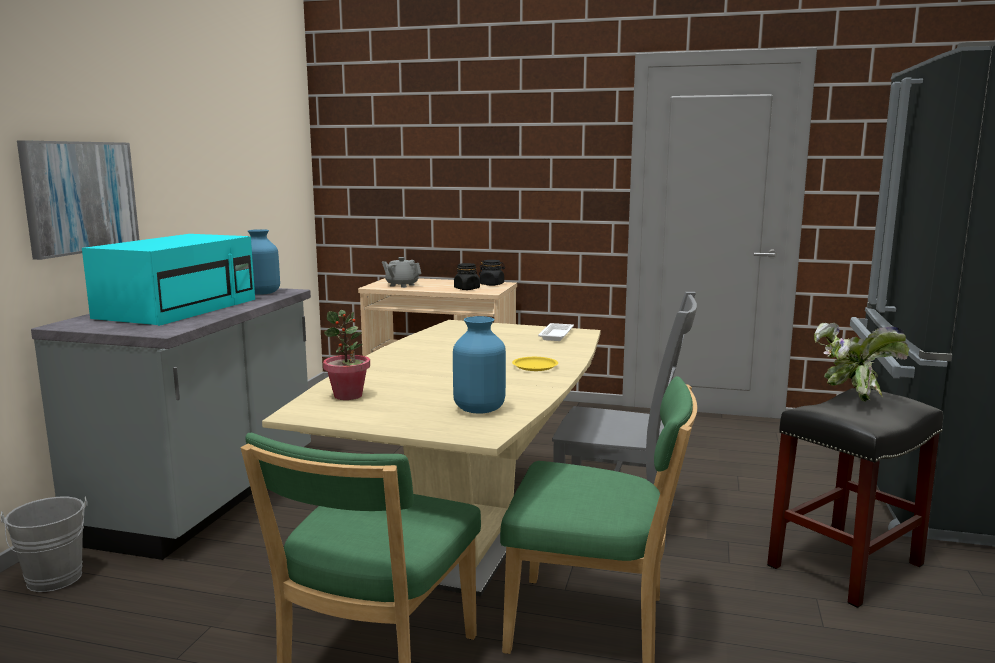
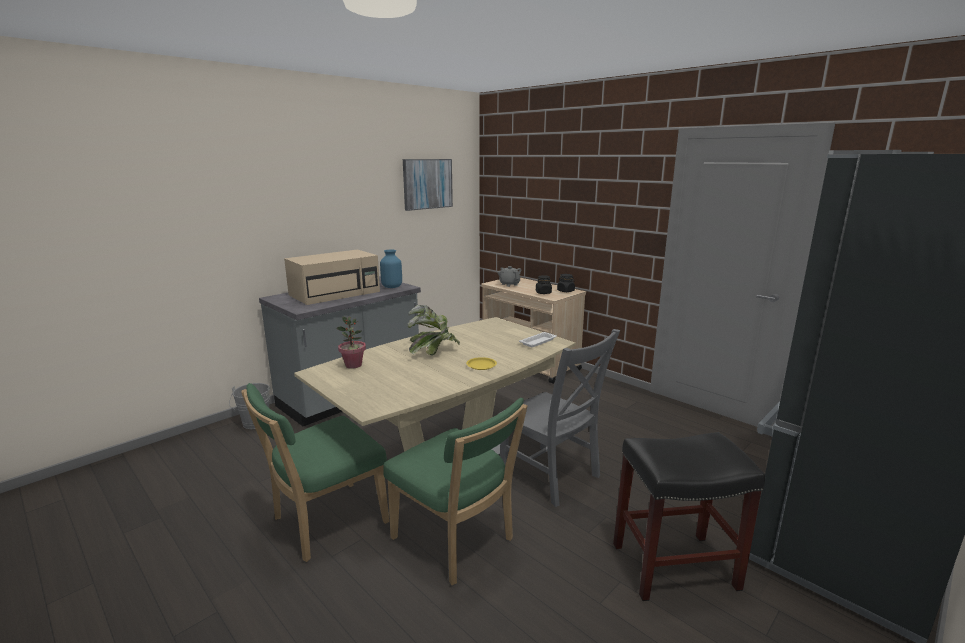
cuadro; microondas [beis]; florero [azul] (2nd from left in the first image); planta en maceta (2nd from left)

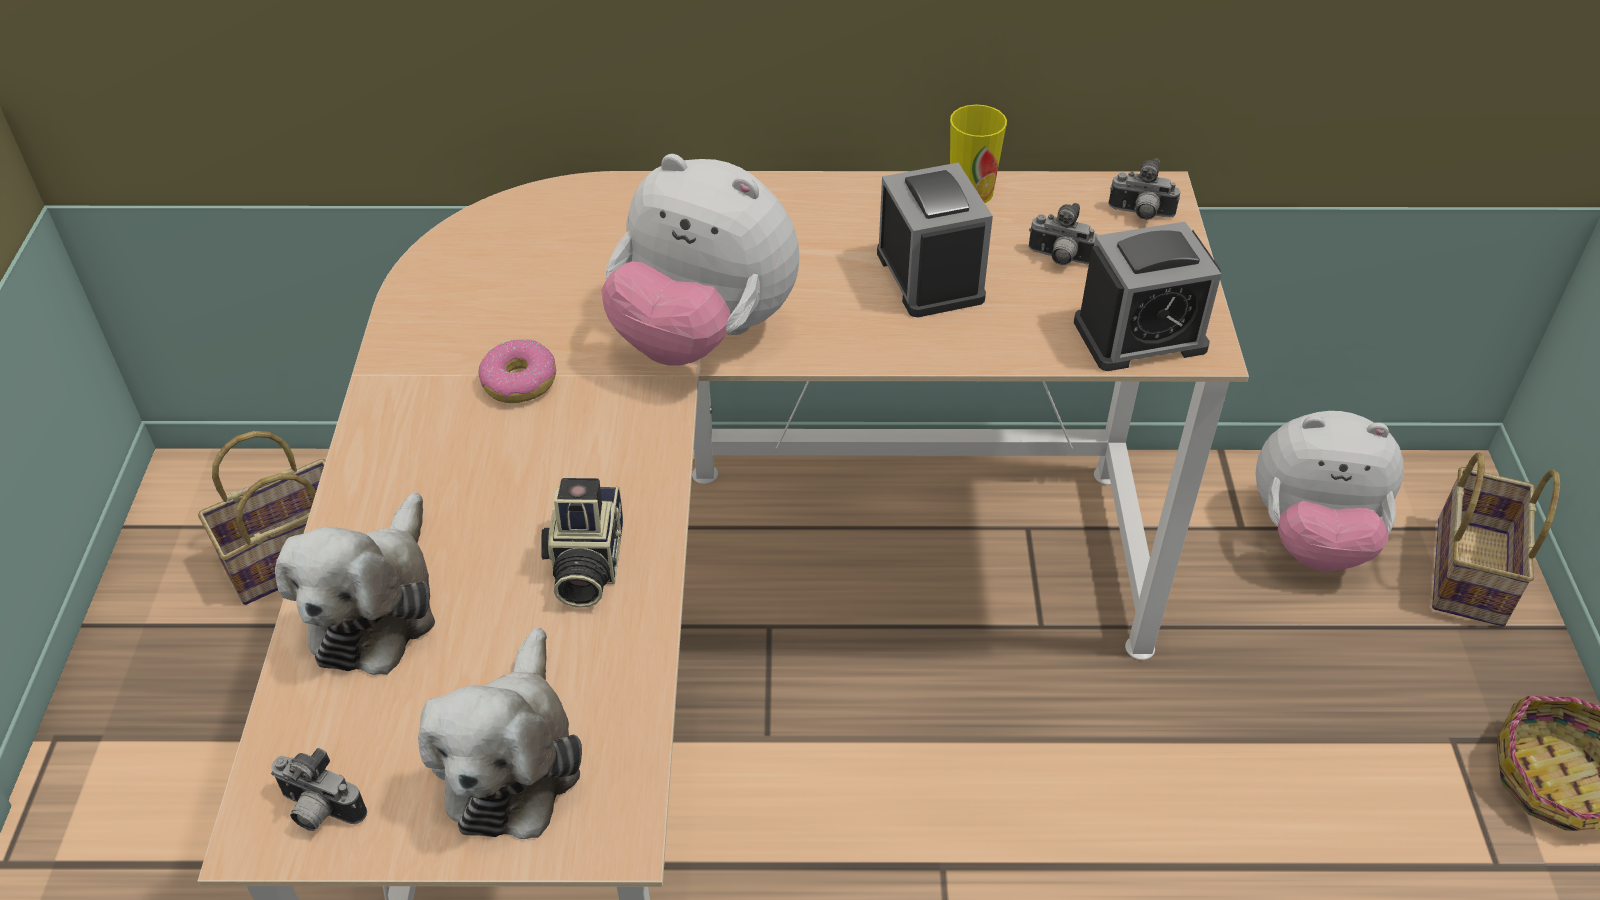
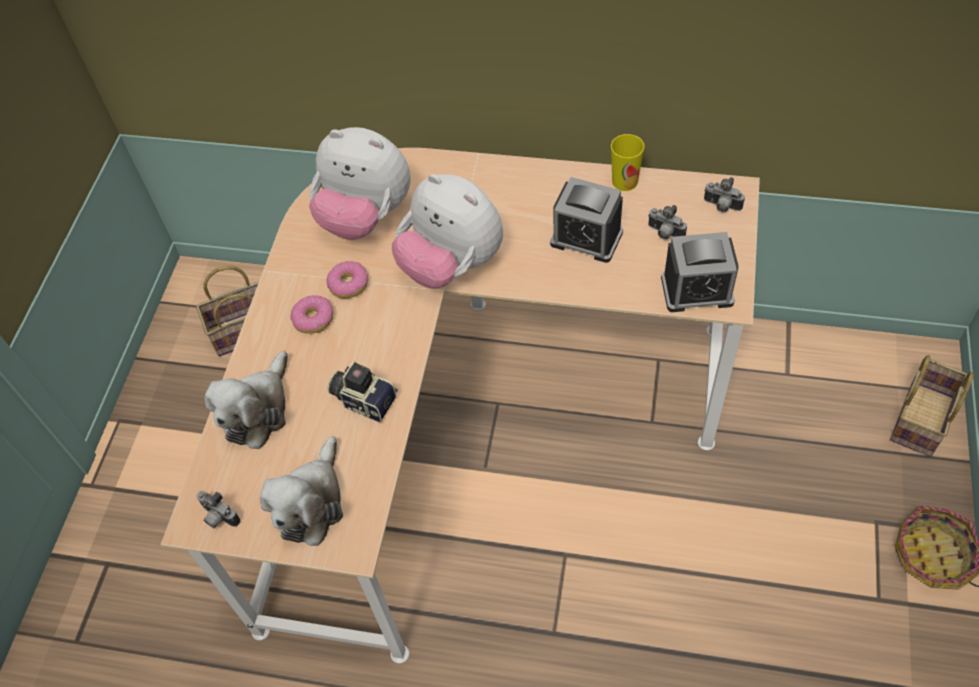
despertador (1st from left); peluche (3rd from left); cámara (2nd from left); rosquilla (1st from left)

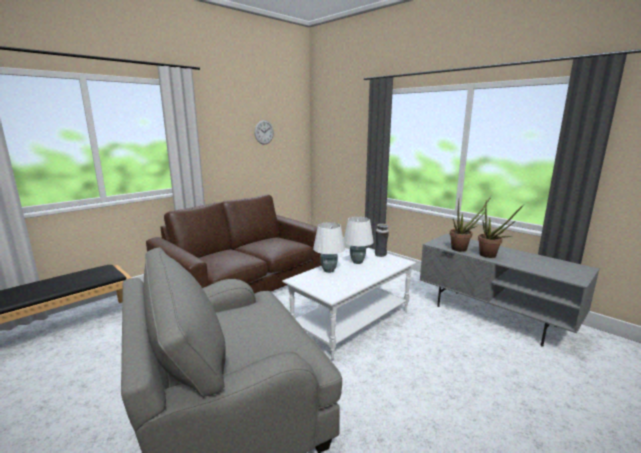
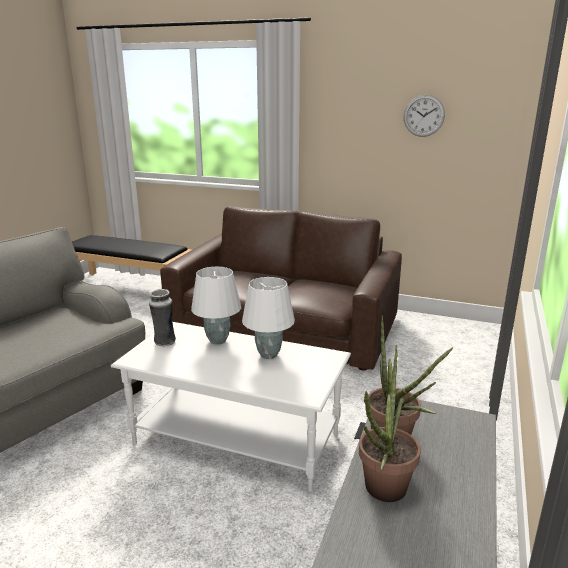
florero

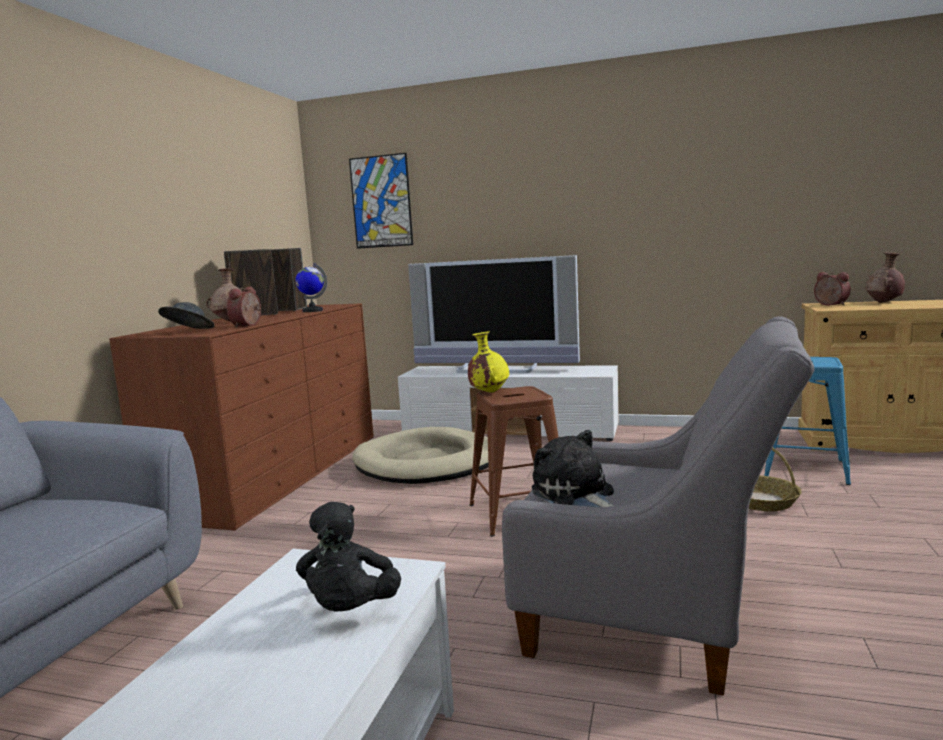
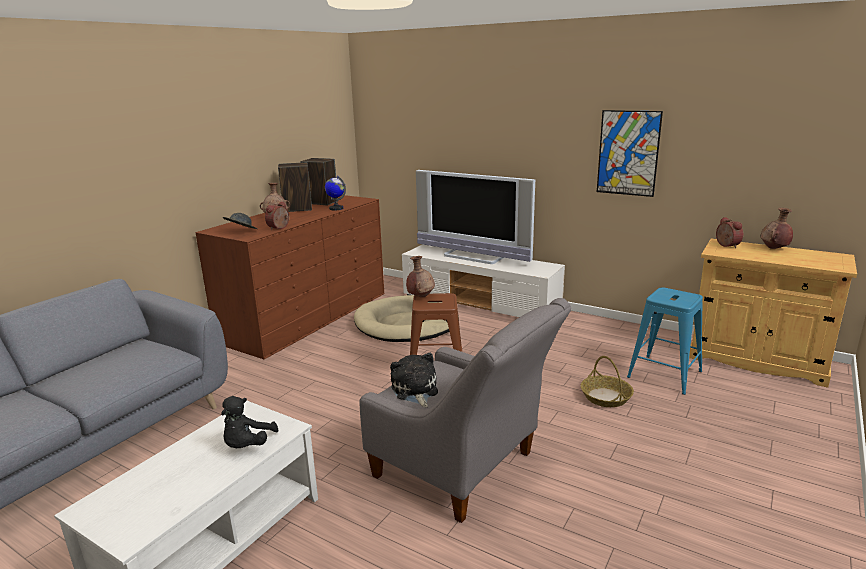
cuadro; florero [marrón] (2nd from left)

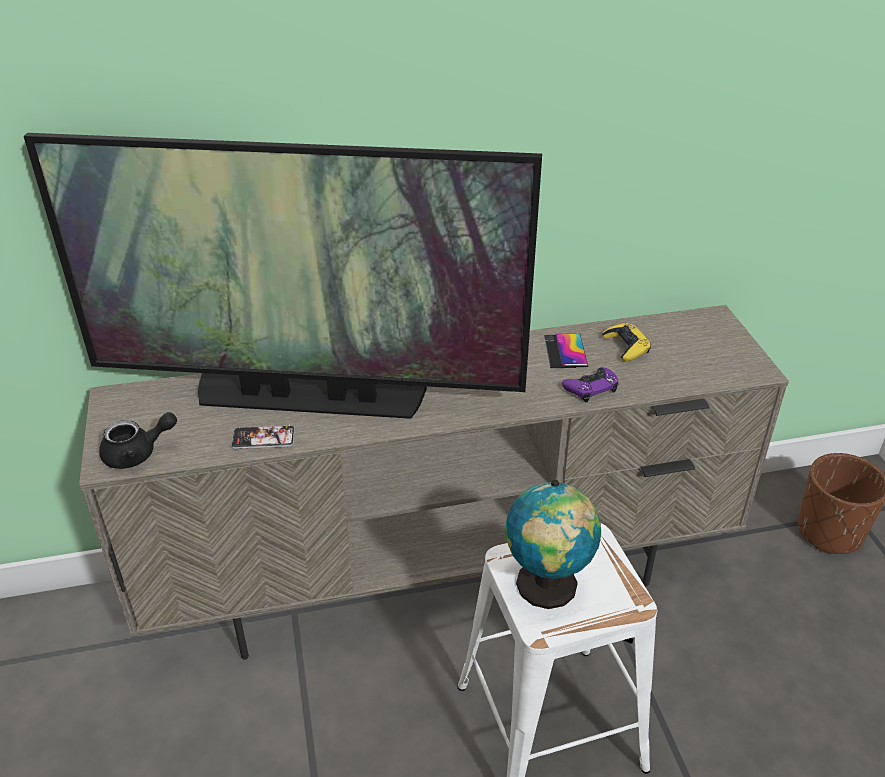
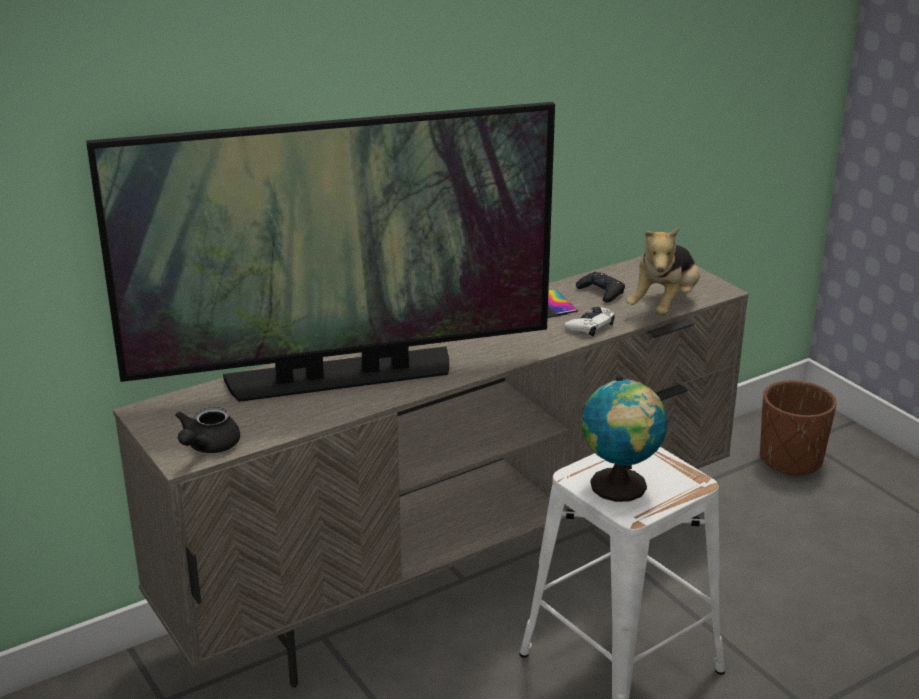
mando de consola [negro]; mando de consola [blanco]; tetera [negro]; móvil (1st from left in the first image); peluche

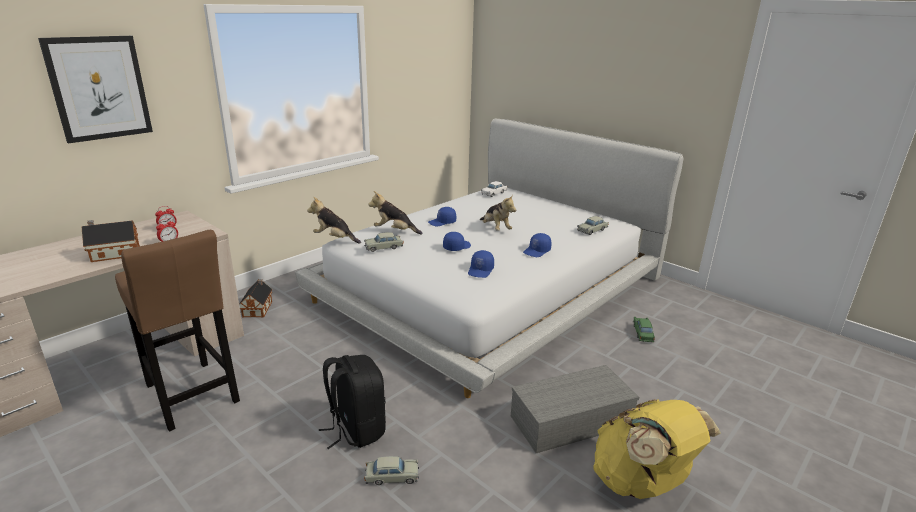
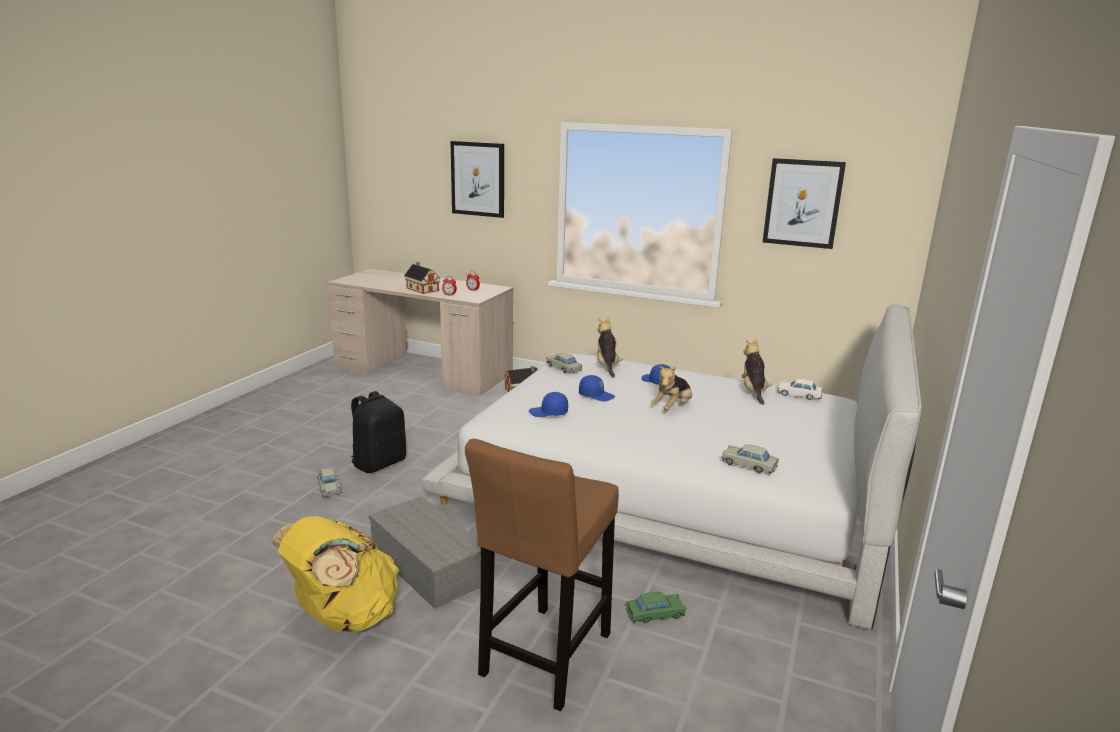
peluche (3rd from left); taburete [marrón]; gorra [azul] (4th from left in the first image); cuadro (2nd from left)

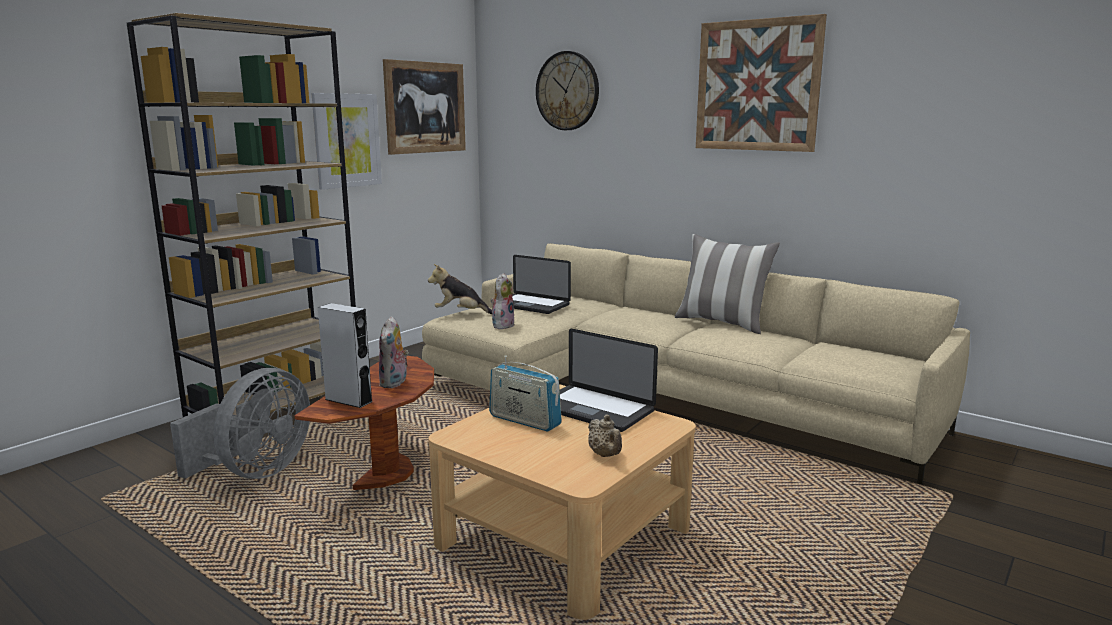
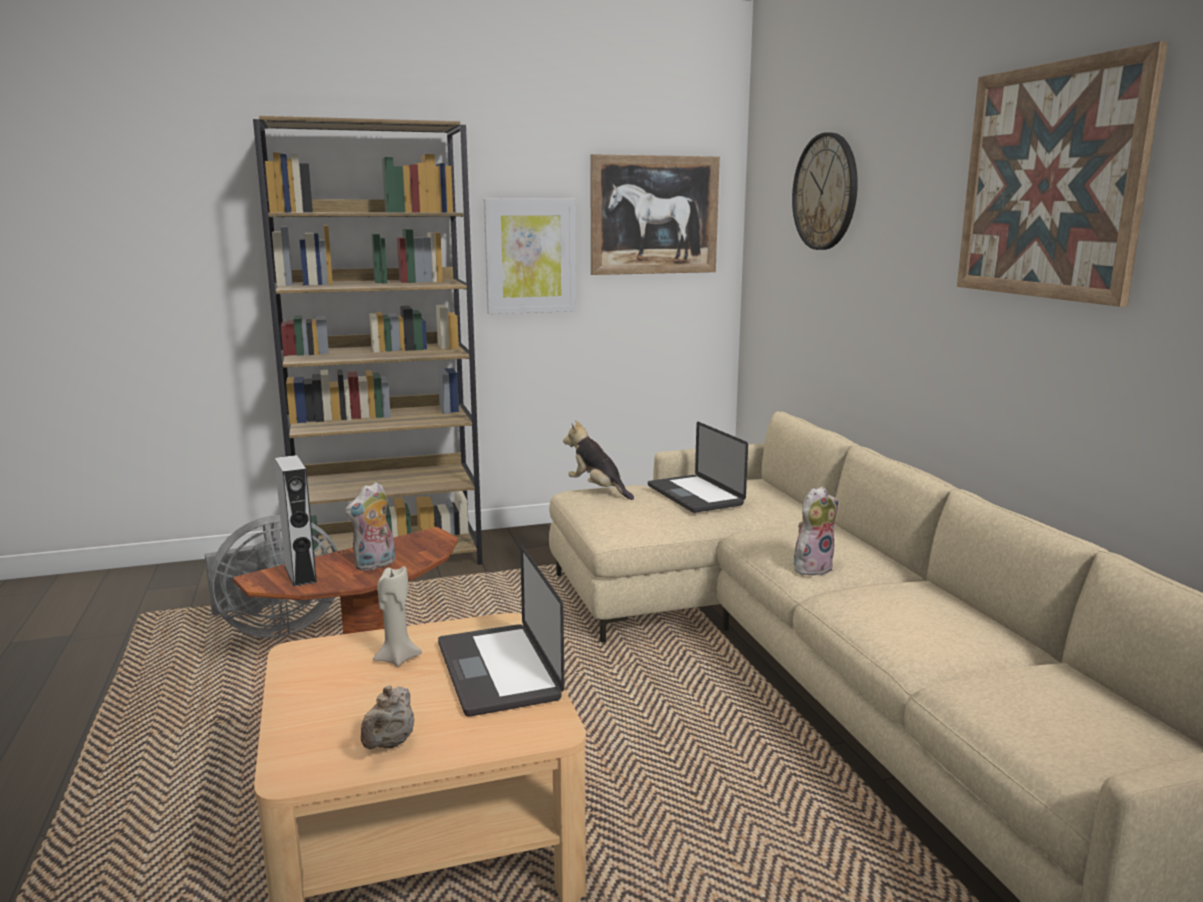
cojín; peluche (3rd from left); vela [beis]

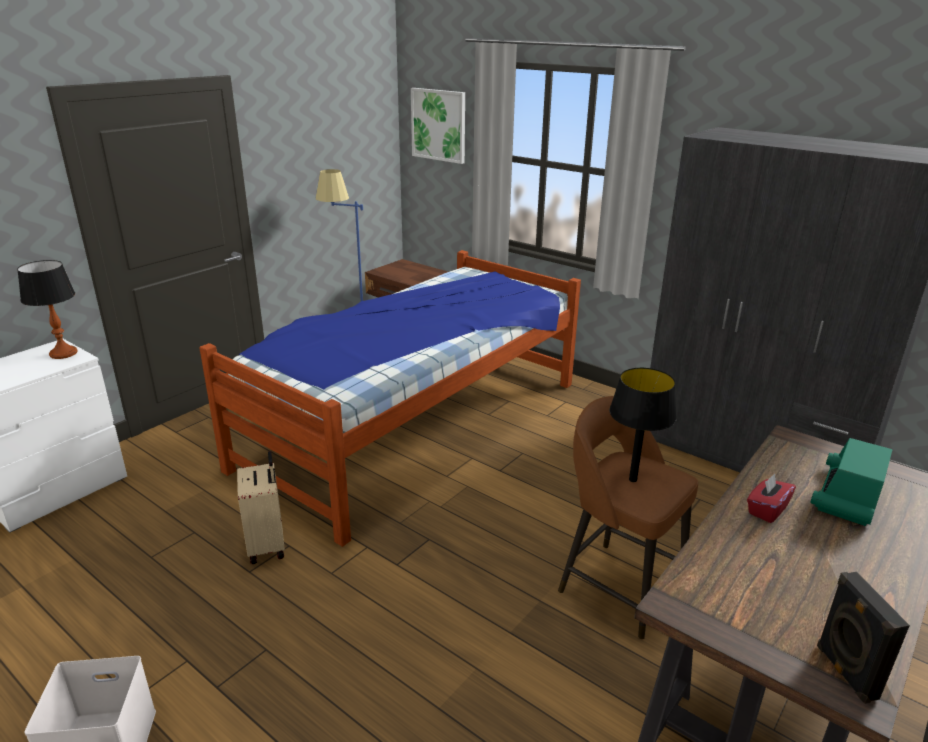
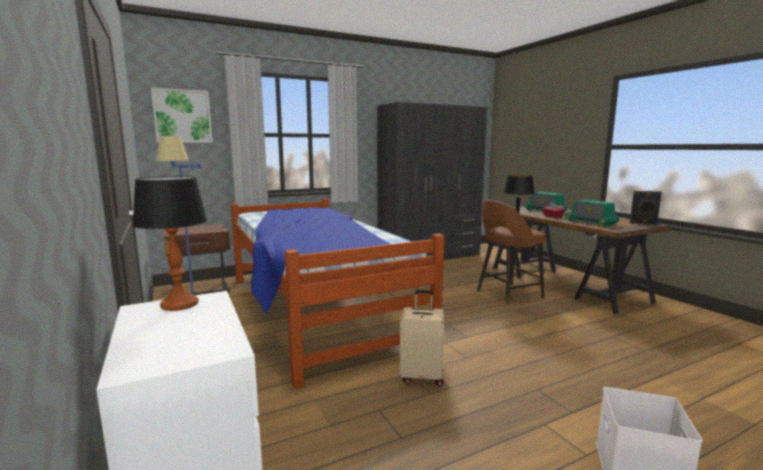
radio (2nd from left)

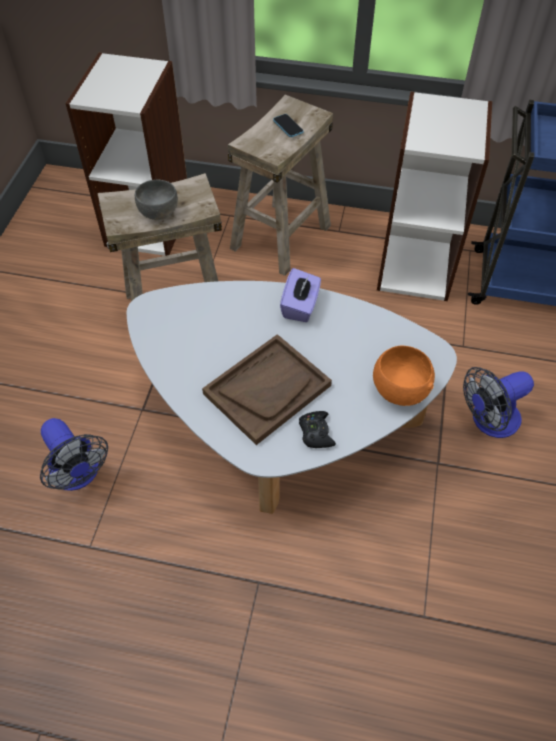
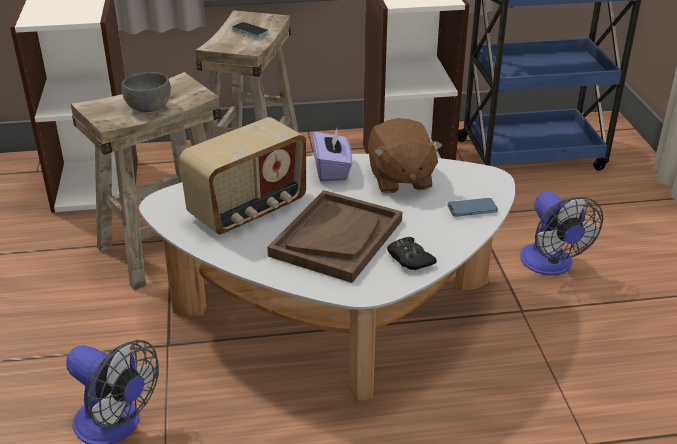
móvil (2nd from left); ventilador (2nd from left); radio; peluche [marrón]

